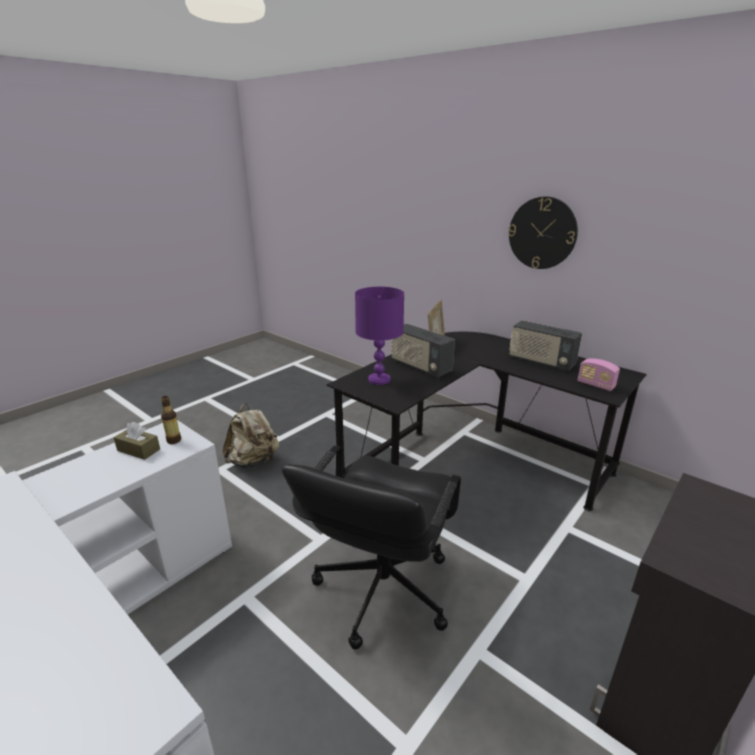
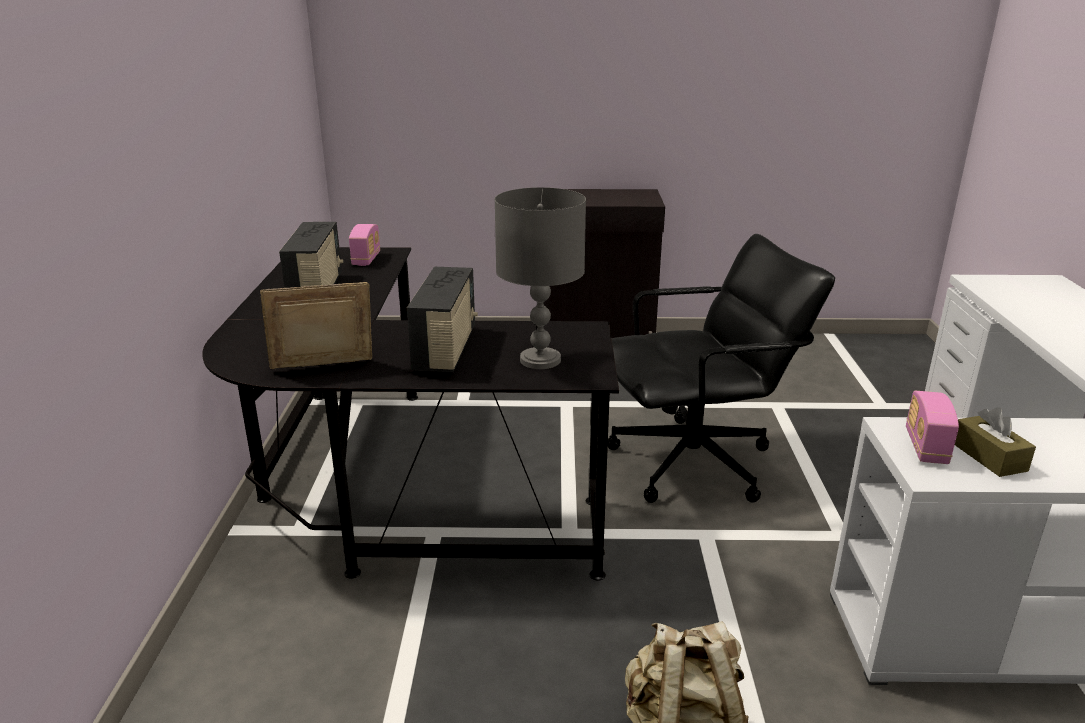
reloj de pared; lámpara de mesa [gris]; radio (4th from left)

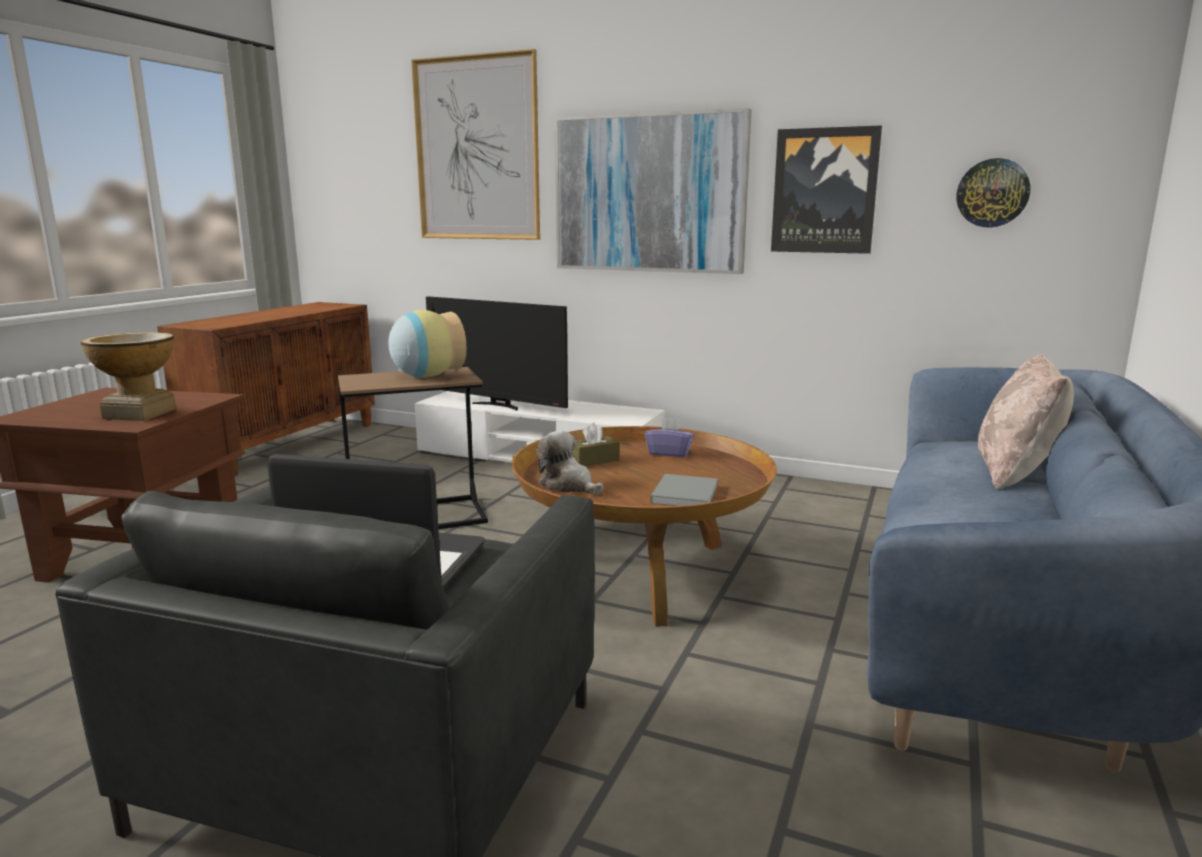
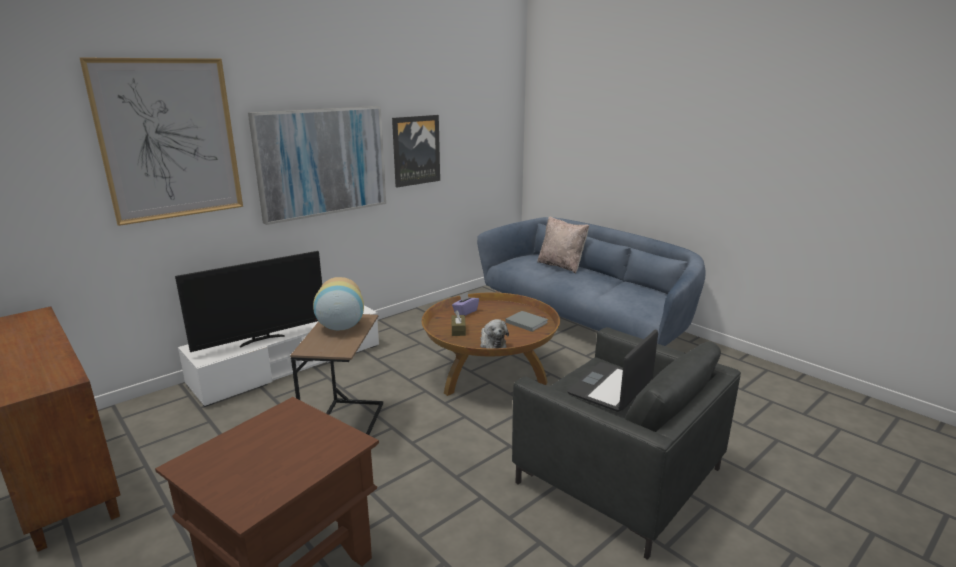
reloj de pared; florero (1st from left in the first image); peluche

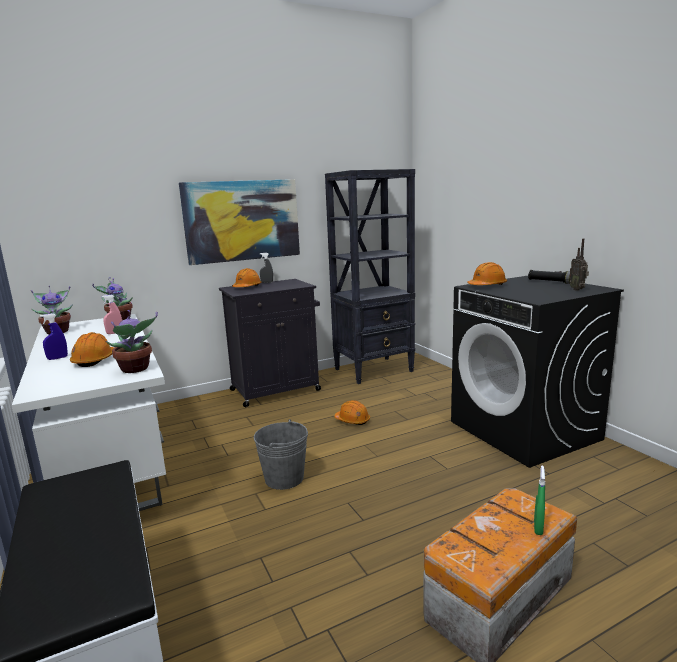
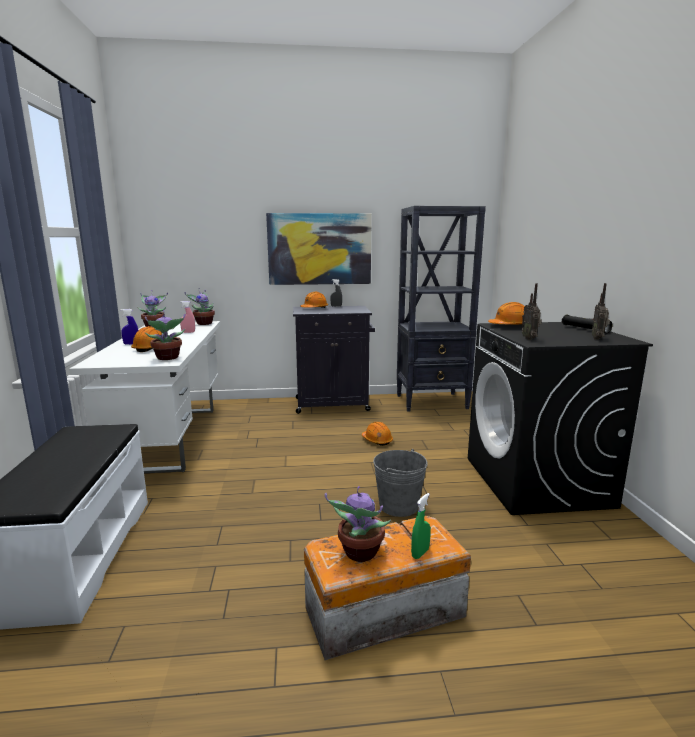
cubo [gris]; radio (1st from left); planta en maceta (4th from left)

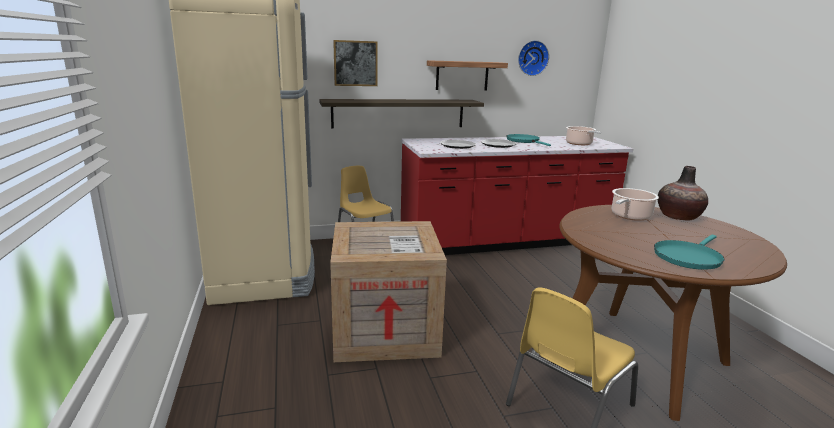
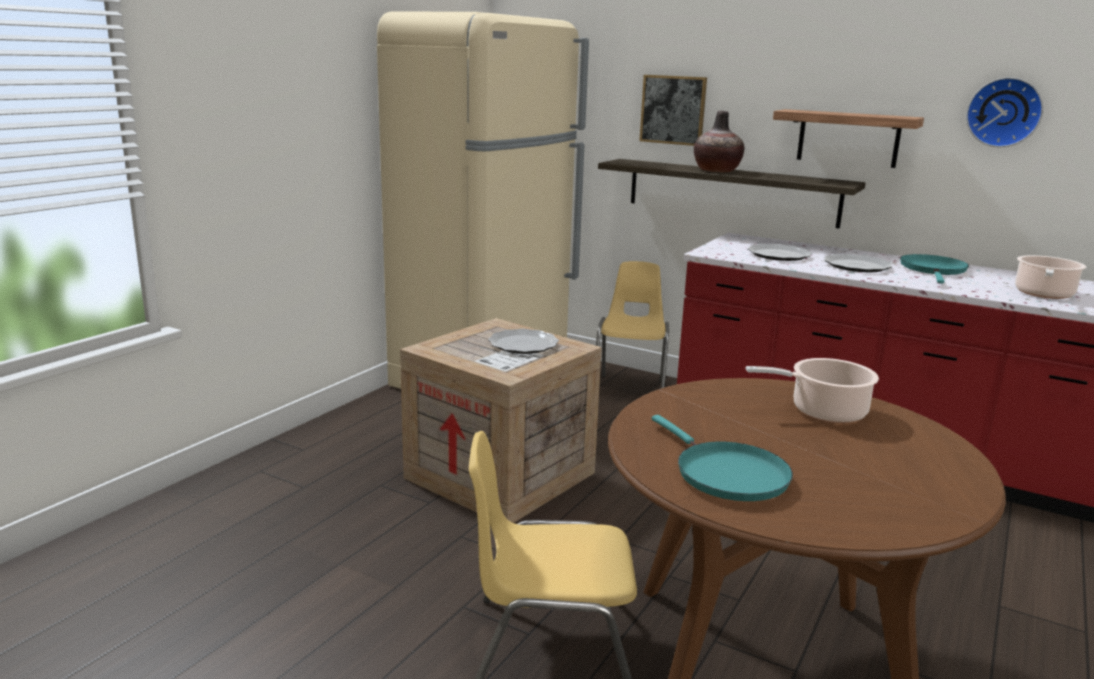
florero; sartén [turquesa] (1st from left); plato (1st from left)

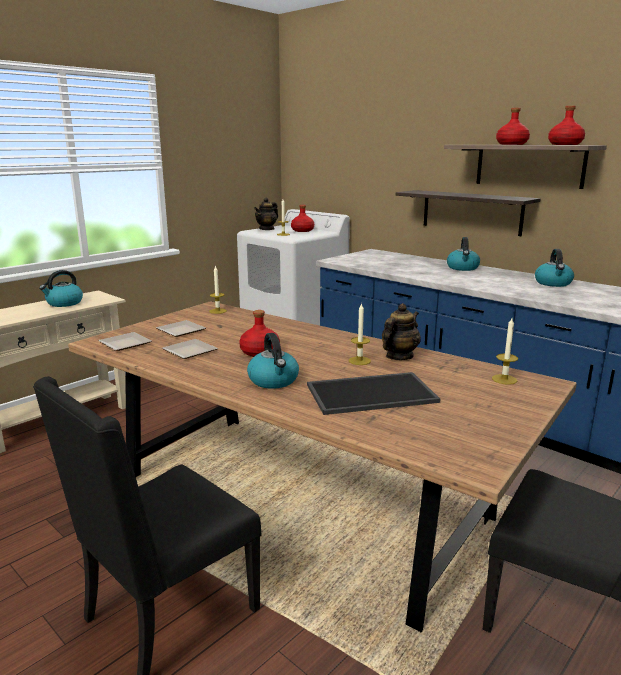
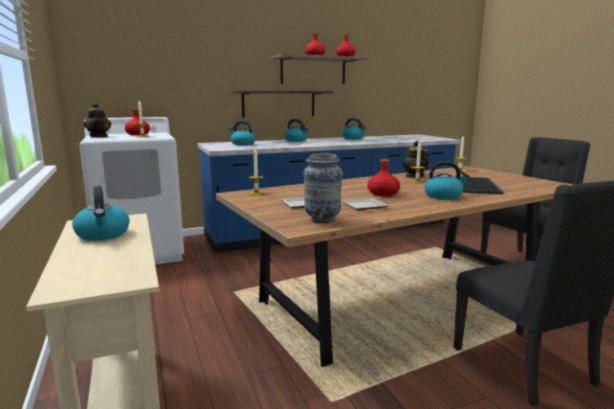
florero; hervidor (2nd from left)

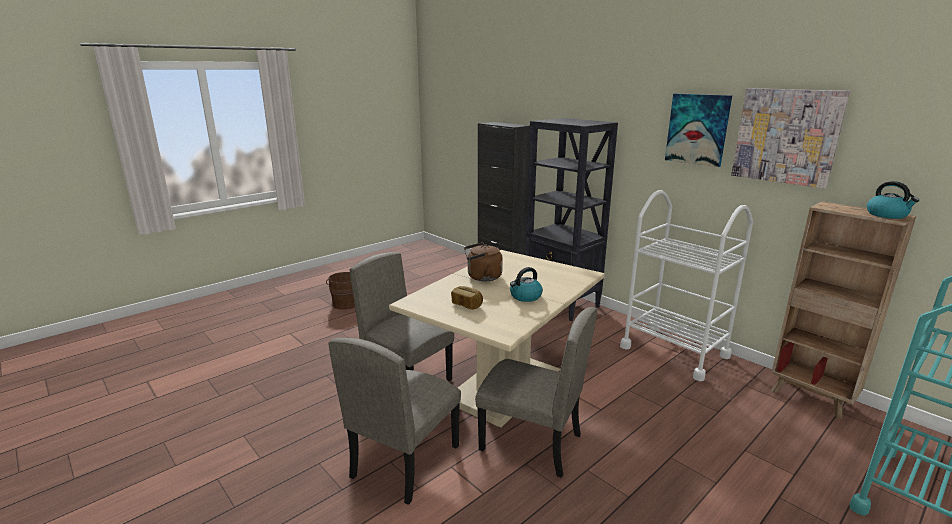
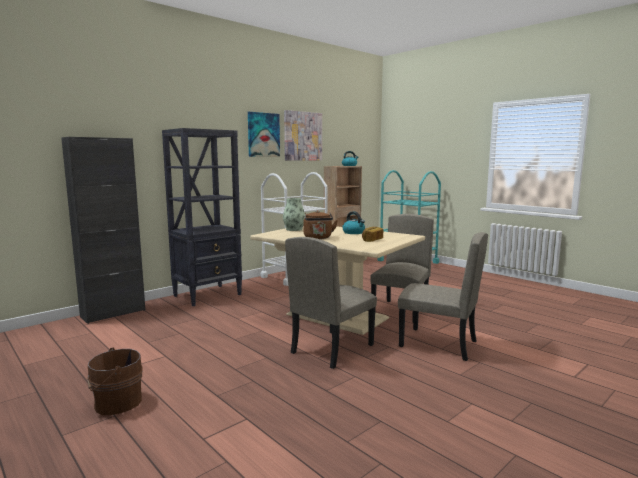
florero

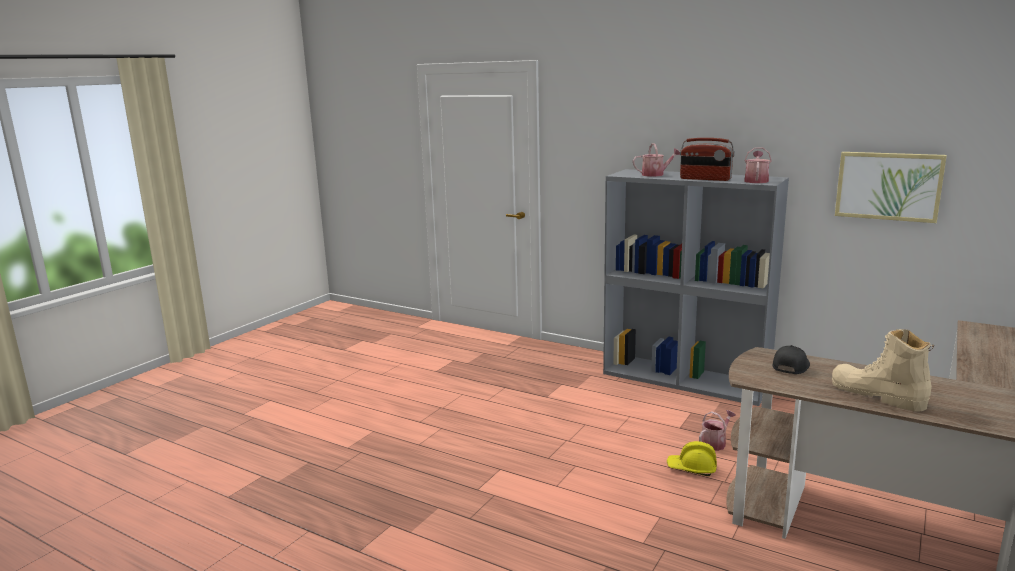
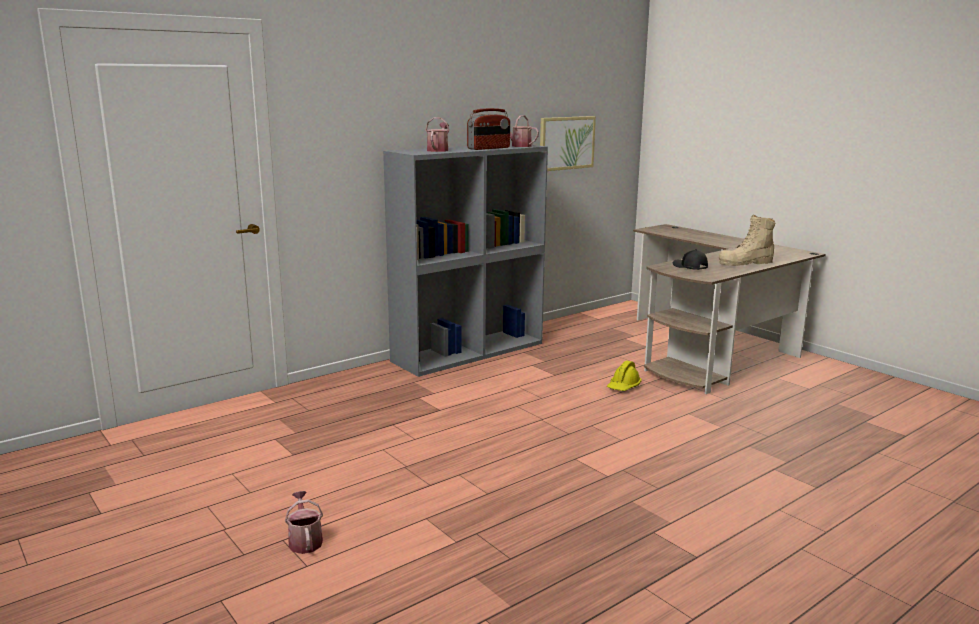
regadera (1st from left)

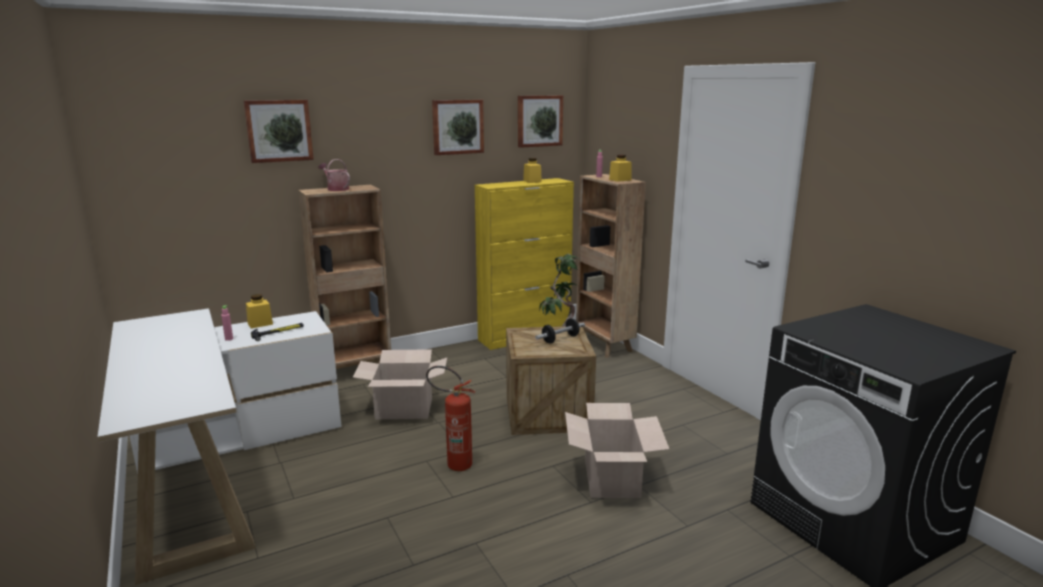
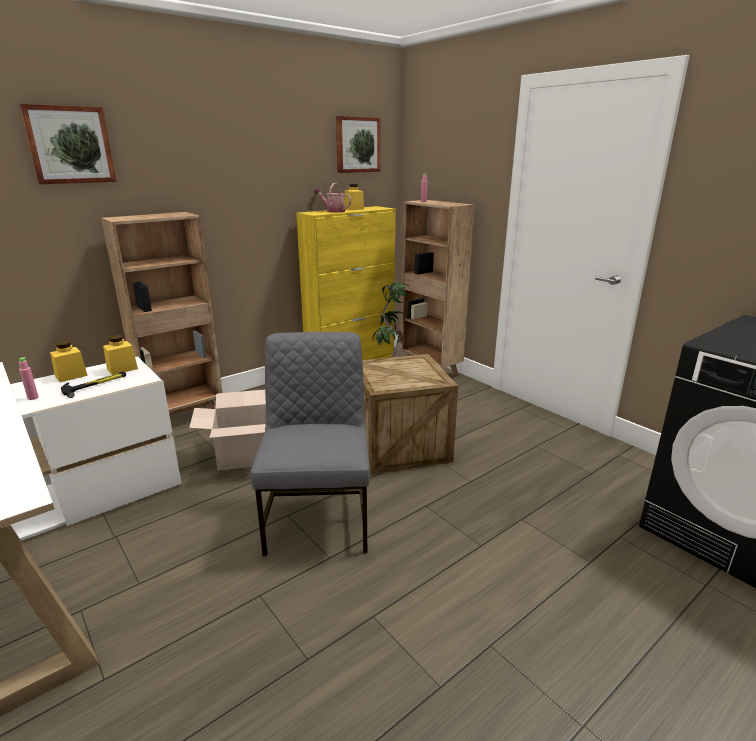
cuadro (2nd from left in the first image); tarro [amarillo] (2nd from left); regadera; mancuerna; silla [gris]; caja de cartón (2nd from left in the first image)

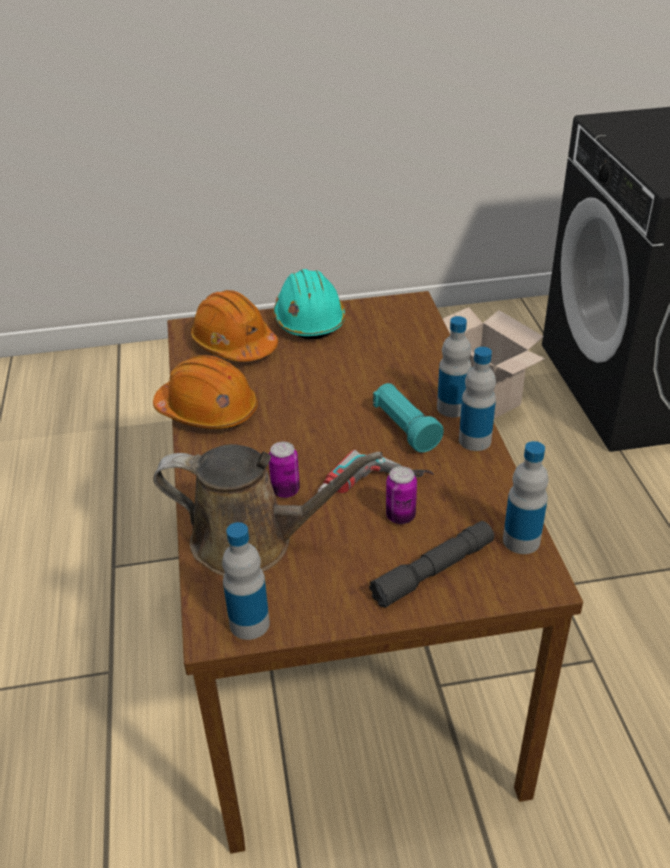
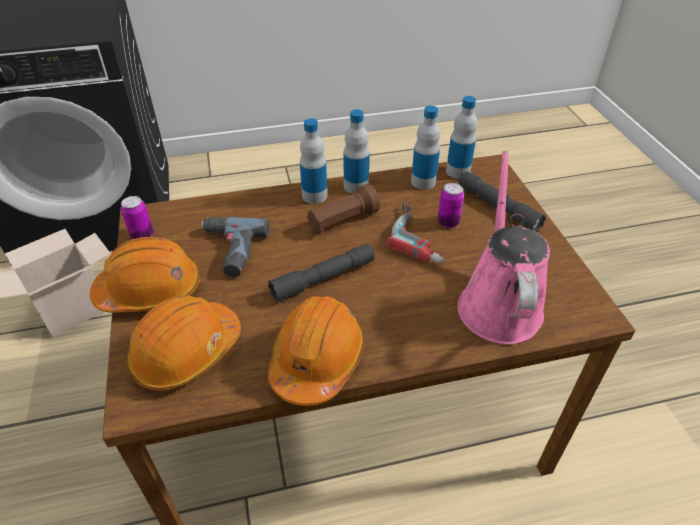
casco [naranja] (1st from left); linterna [marrón]; lata (1st from left); regadera [rosa]; botella (3rd from left); taladro (1st from left); linterna [gris] (1st from left)

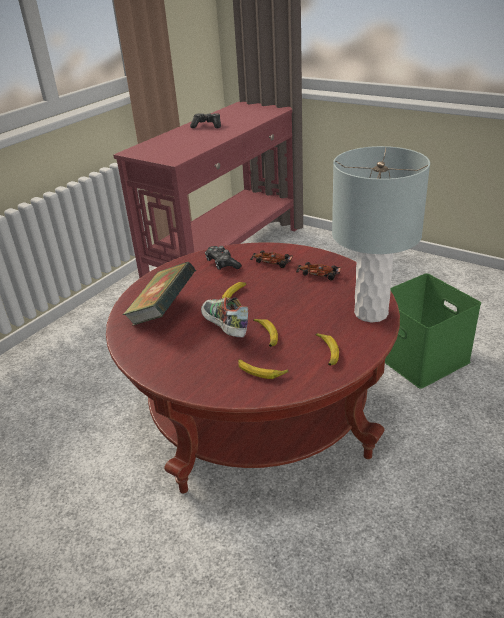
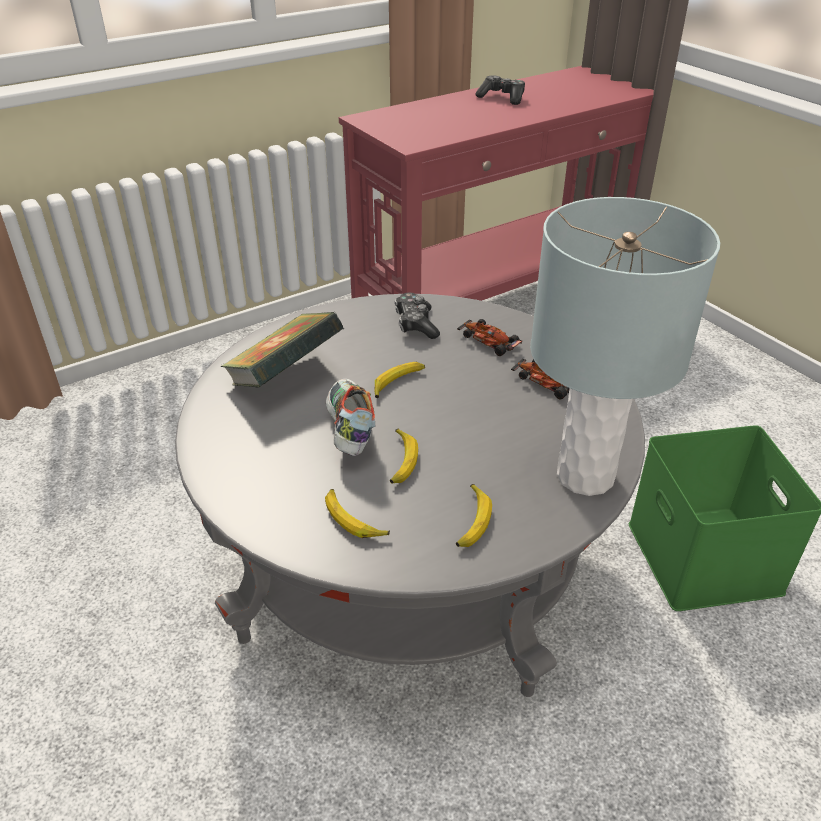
mesa de centro [gris]

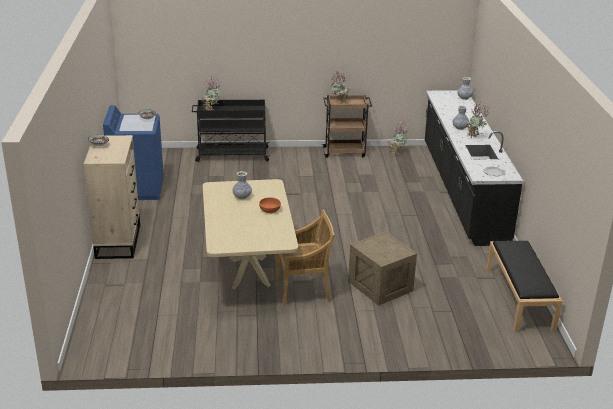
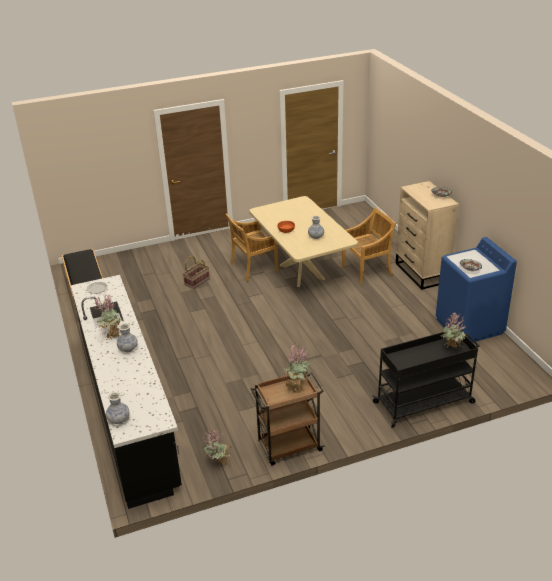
cesta; silla [beis] (2nd from left)

